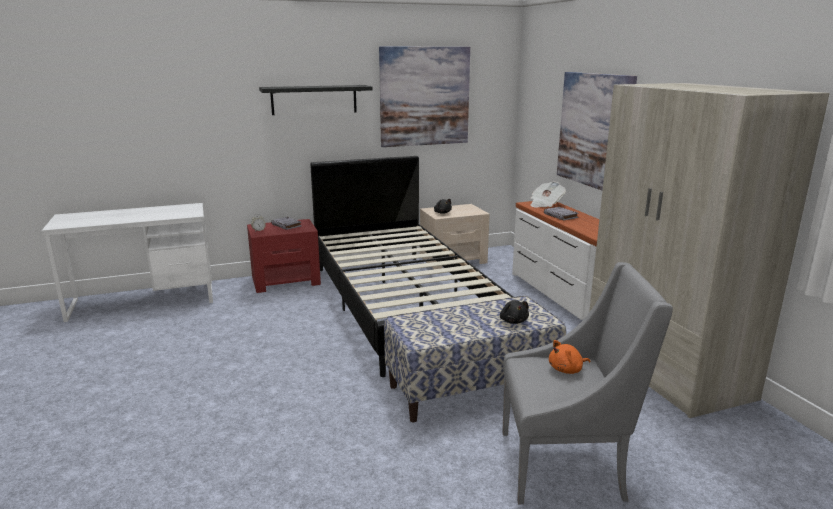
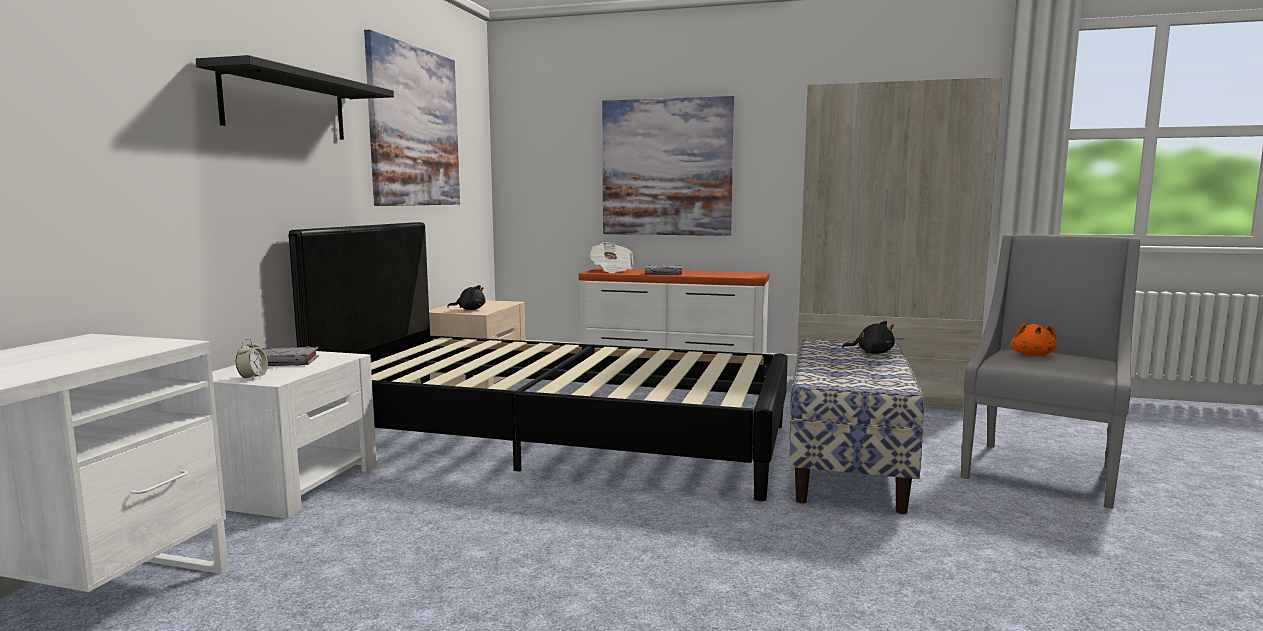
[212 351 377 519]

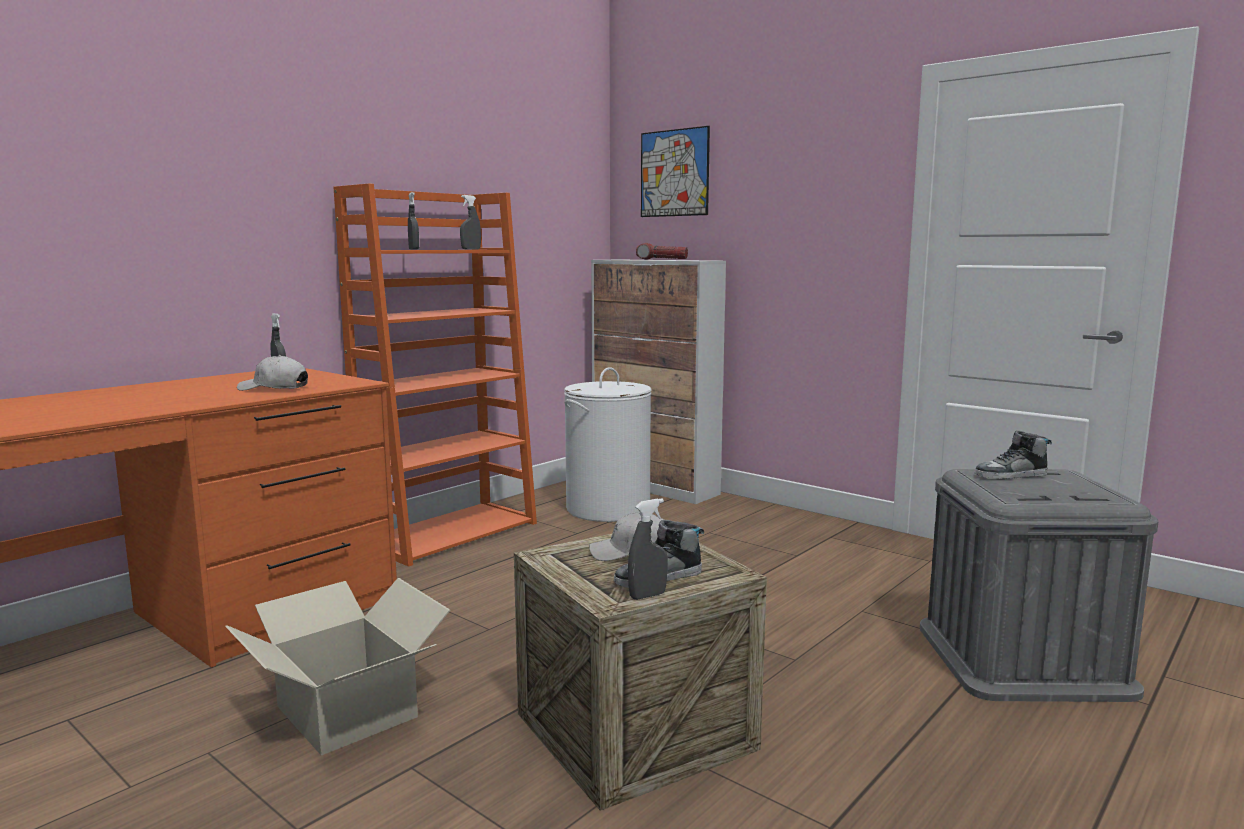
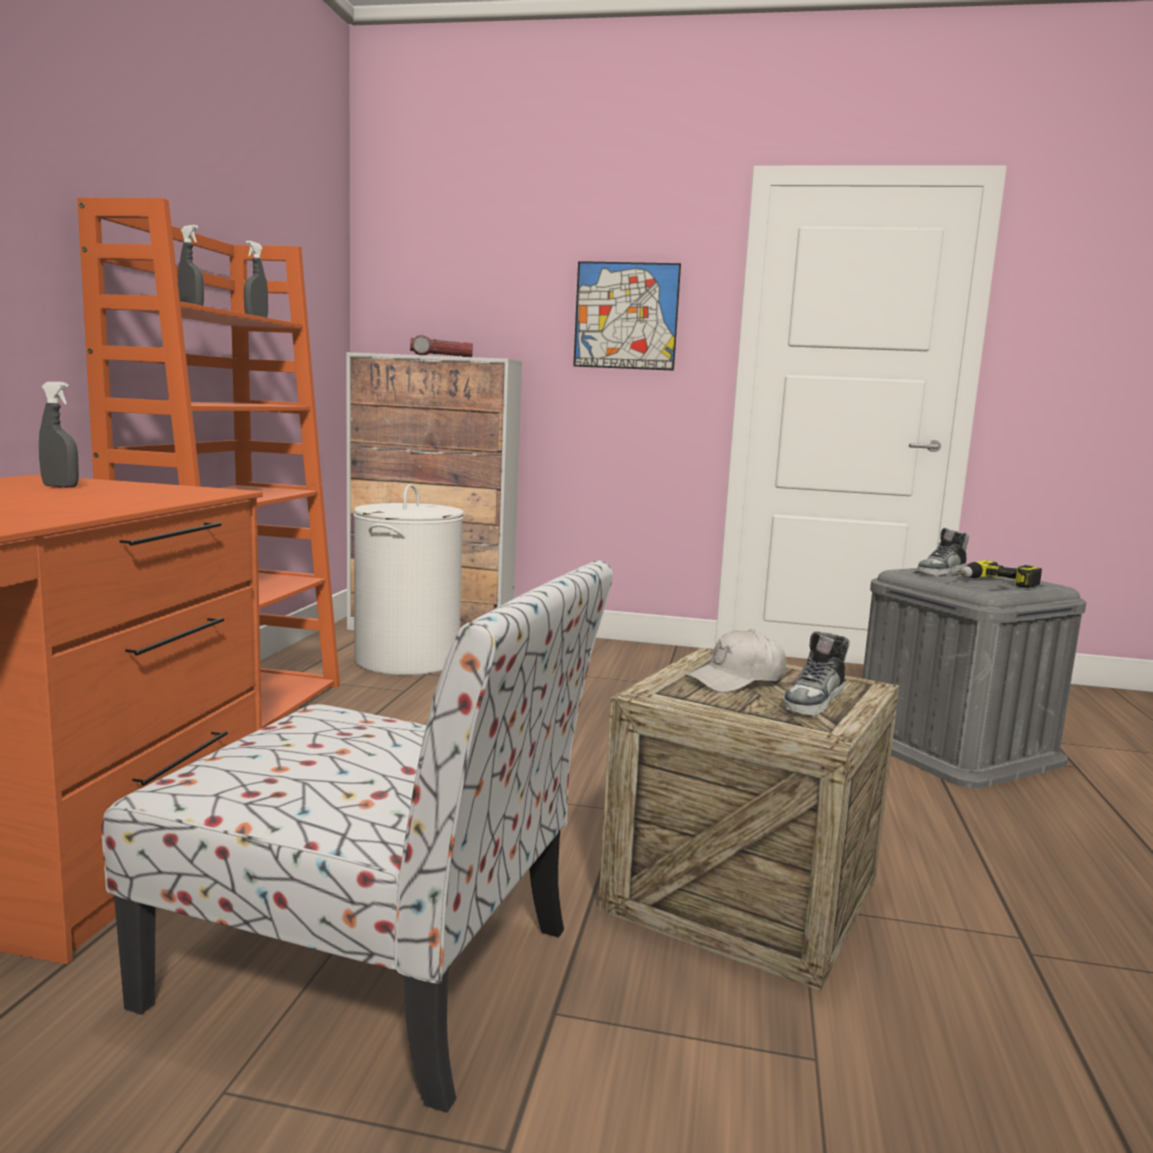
[237 355 308 391] (first image)
[628 498 668 600] (first image)
[952 560 1042 588]
[573 261 681 371]
[101 561 613 1113]

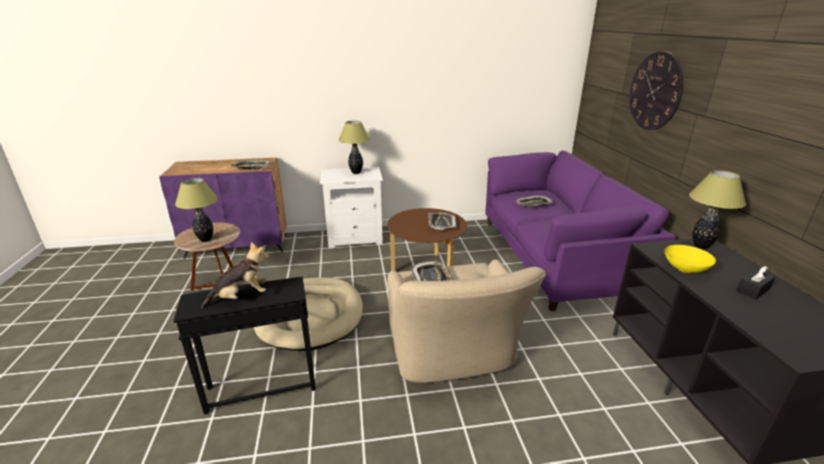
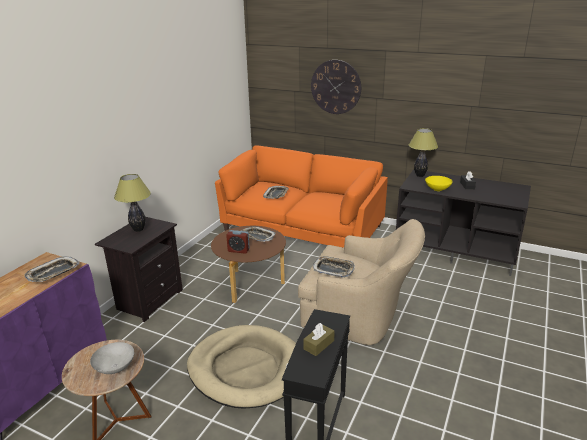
[226 230 250 254]
[90 342 134 374]
[303 323 335 356]
[95 217 183 322]
[215 145 388 248]

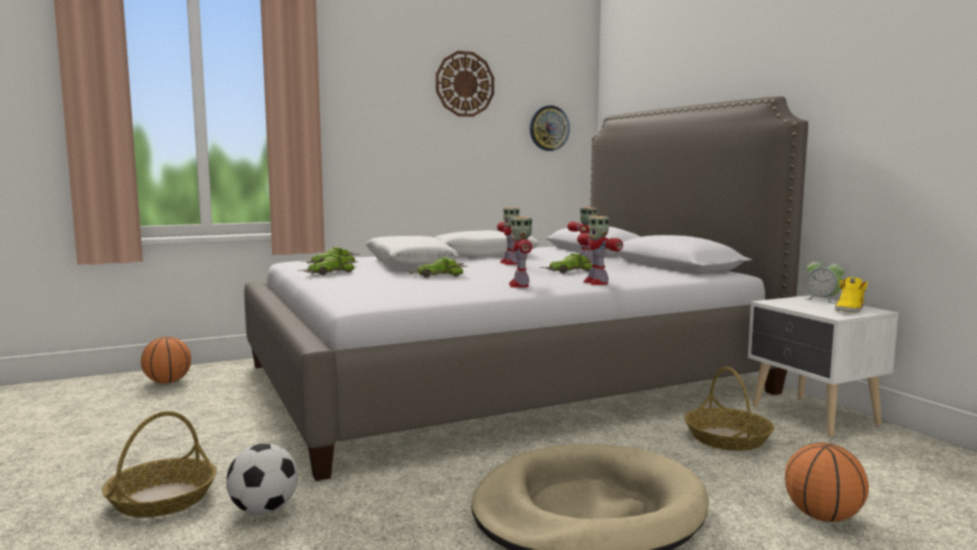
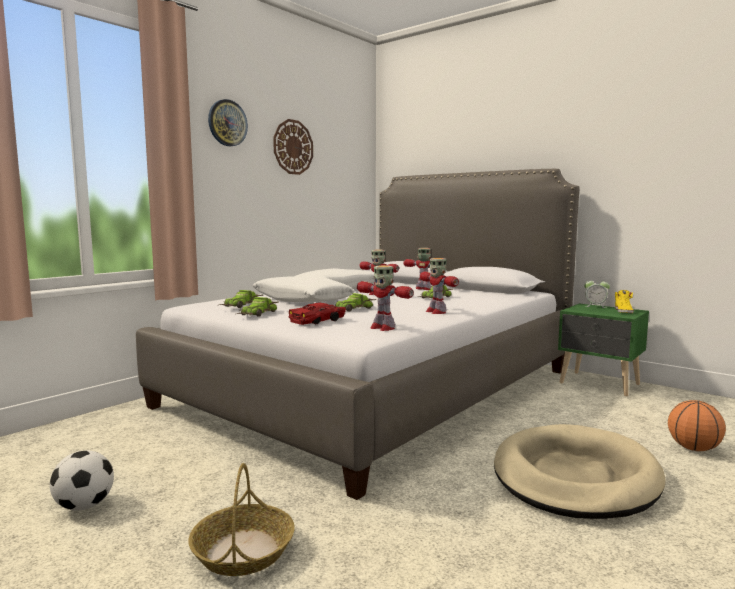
[141 337 191 384] (first image)
[685 367 774 451] (first image)
[289 302 346 325]
[50 450 114 511]
[208 99 248 146]
[357 265 414 331]
[558 304 649 396]

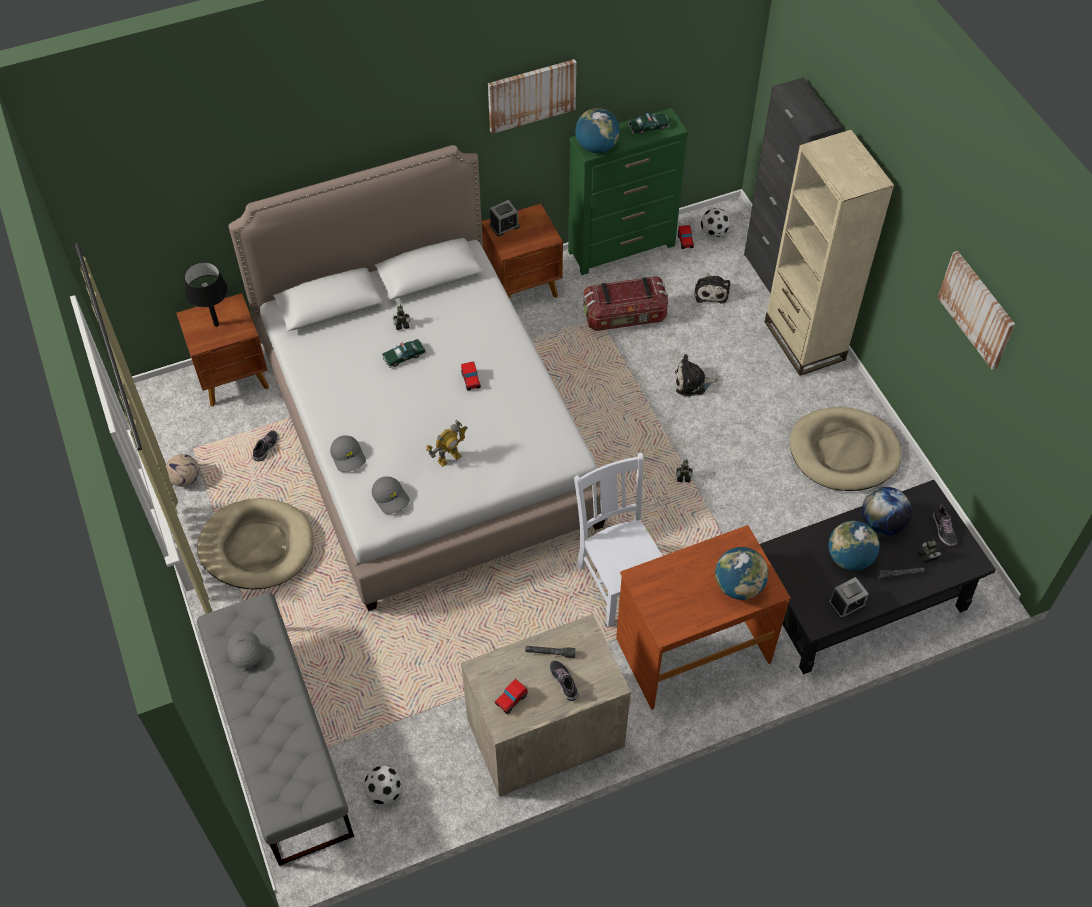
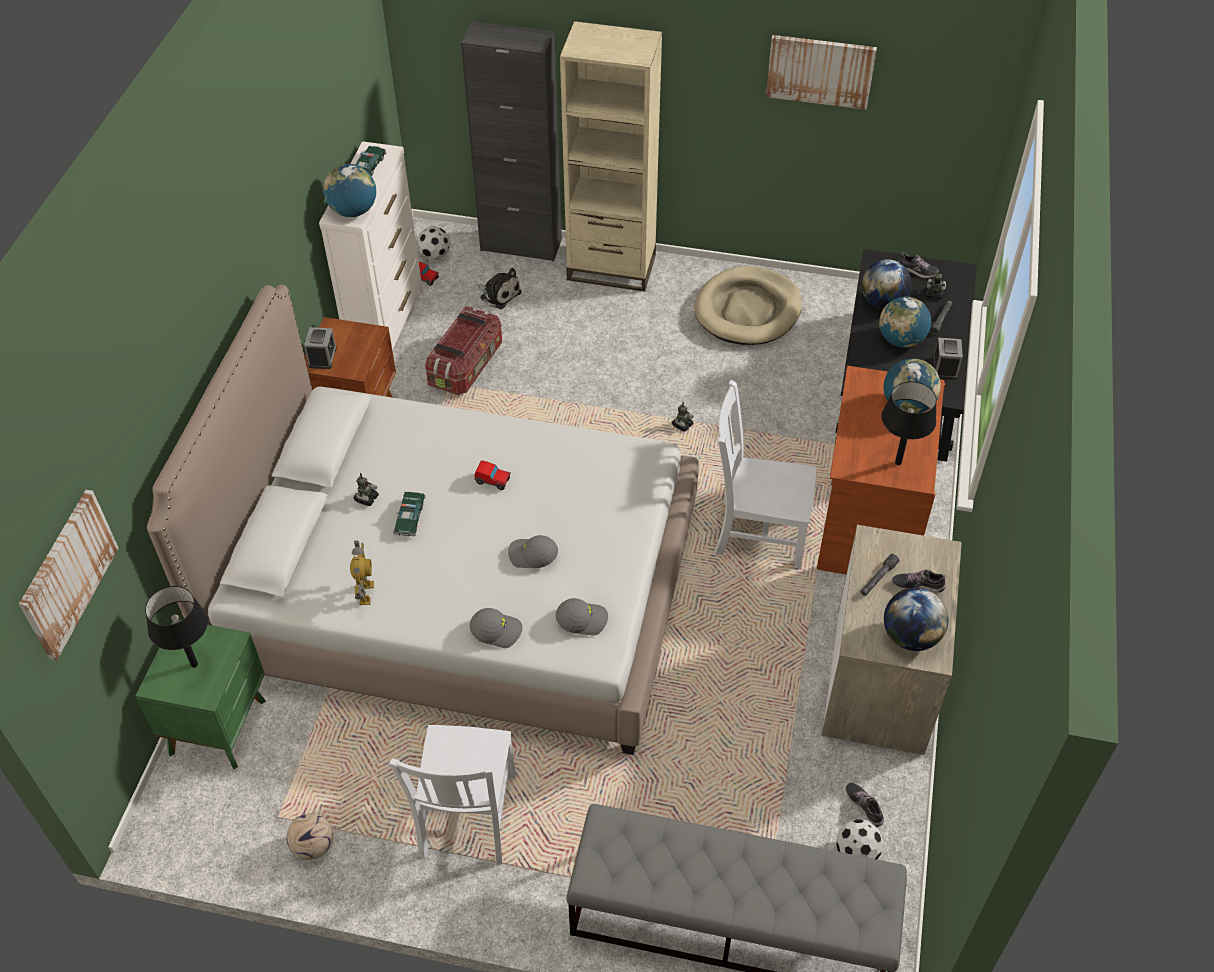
[675 354 718 397] (first image)
[881 381 937 465]
[508 535 558 568]
[845 783 884 827]
[350 541 374 605]
[19 490 118 660]
[389 725 516 865]
[884 588 948 651]
[135 619 266 769]
[319 141 422 351]

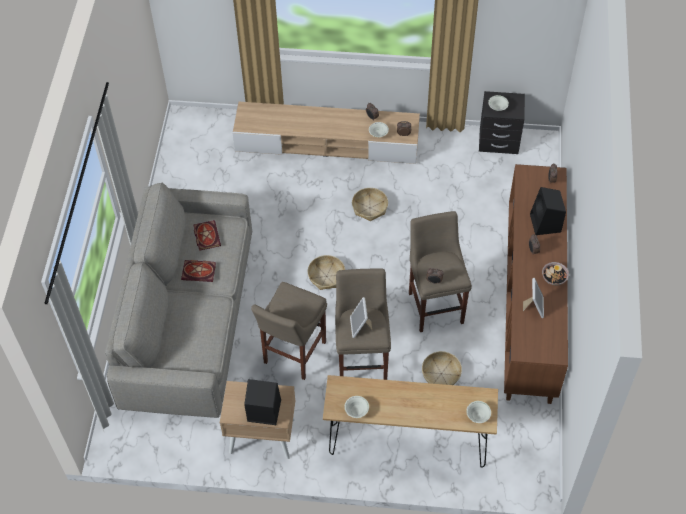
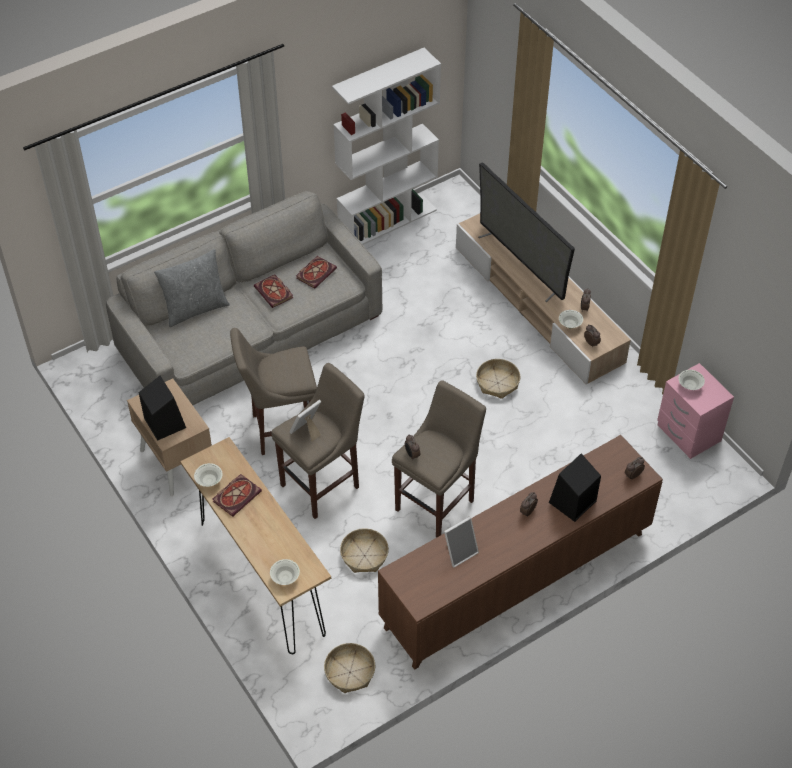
[542 262 569 285] (first image)
[154 249 230 327]
[213 474 262 517]
[332 48 441 245]
[478 162 575 302]
[324 643 375 693]
[657 363 734 459]

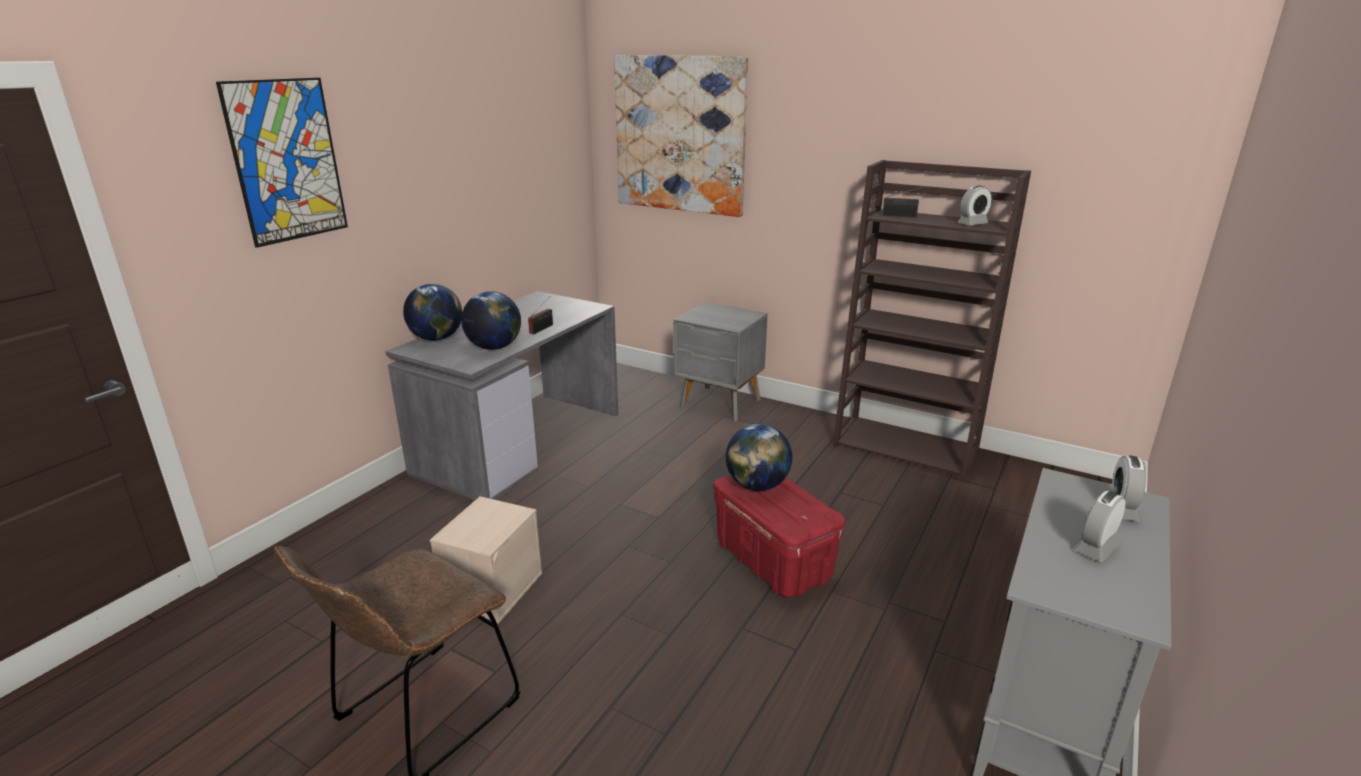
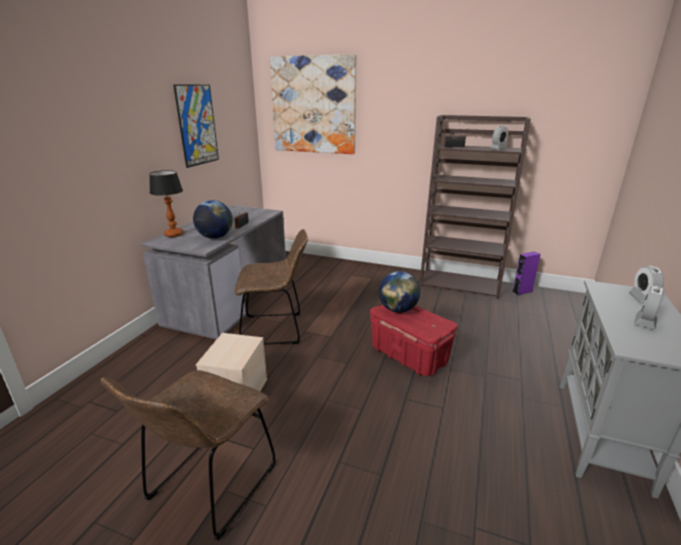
[673 302 768 422] (first image)
[235 229 308 345]
[512 252 541 295]
[173 84 219 168]
[149 170 183 237]

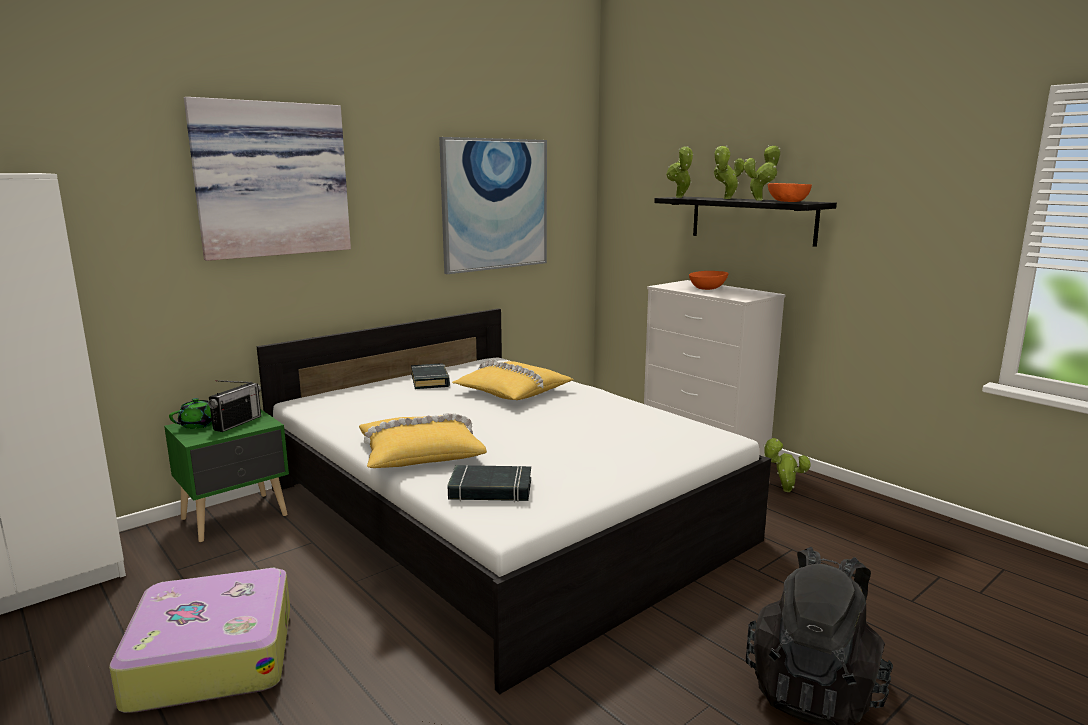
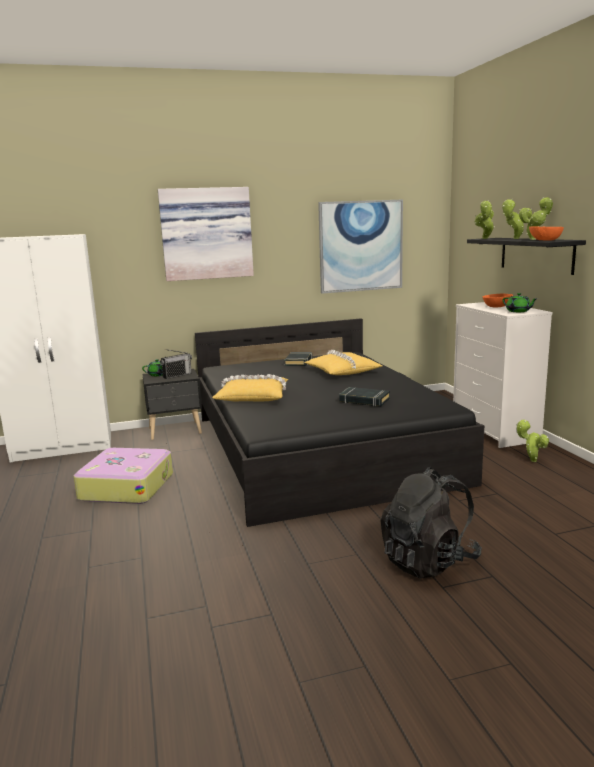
[503 293 538 312]
[339 387 390 406]
[142 369 202 440]
[195 318 484 527]

